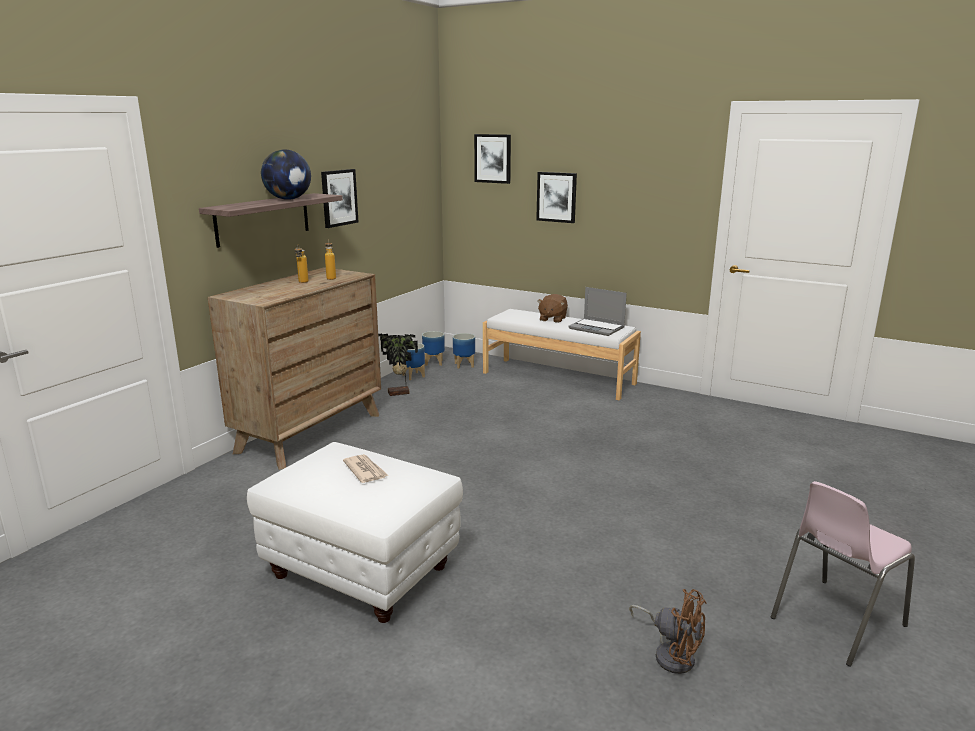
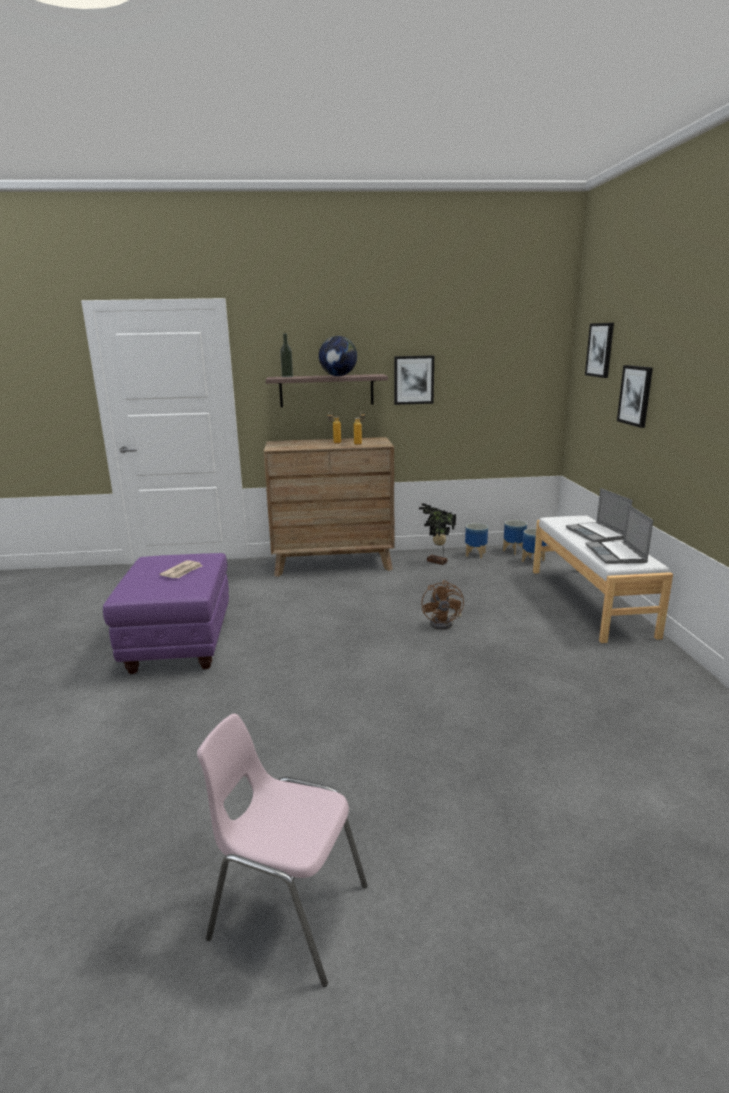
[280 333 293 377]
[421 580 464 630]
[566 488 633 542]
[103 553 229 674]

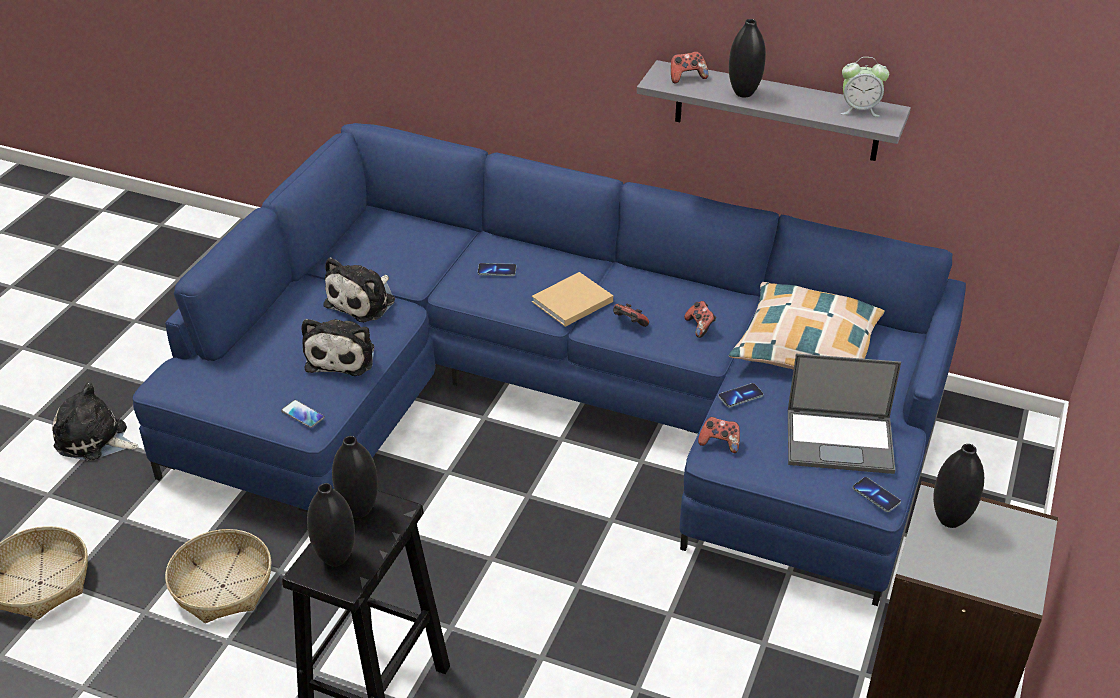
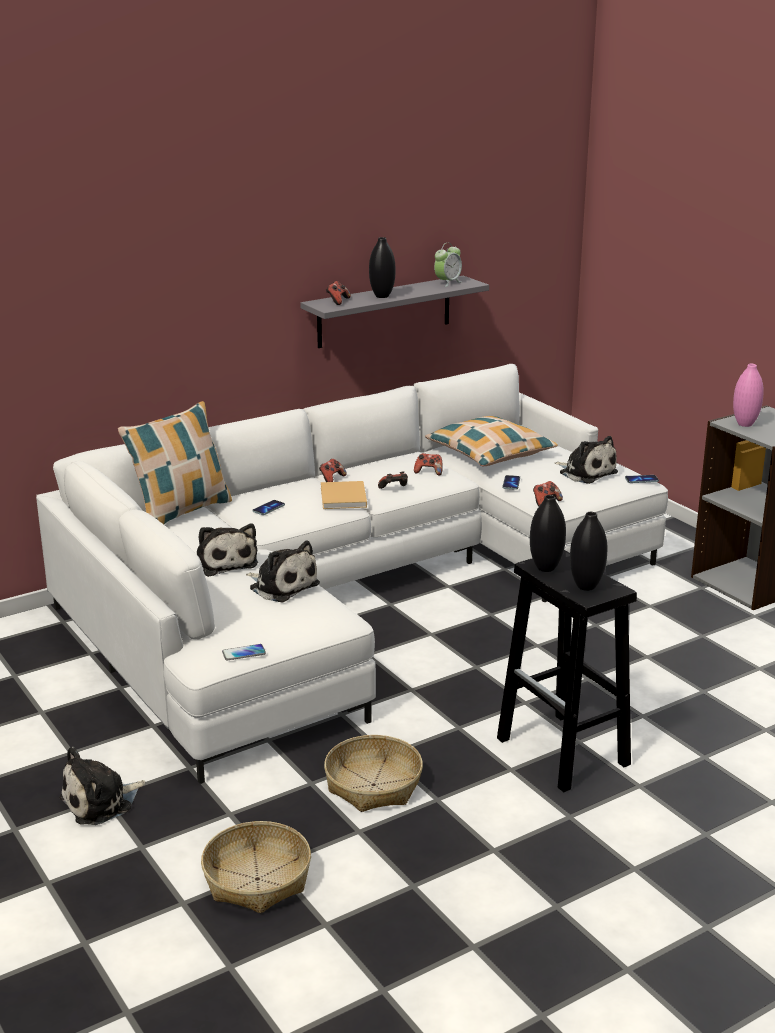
[118 401 232 524]
[319 459 347 482]
[222 644 266 661]
[555 436 618 484]
[36 364 668 784]
[733 364 764 427]

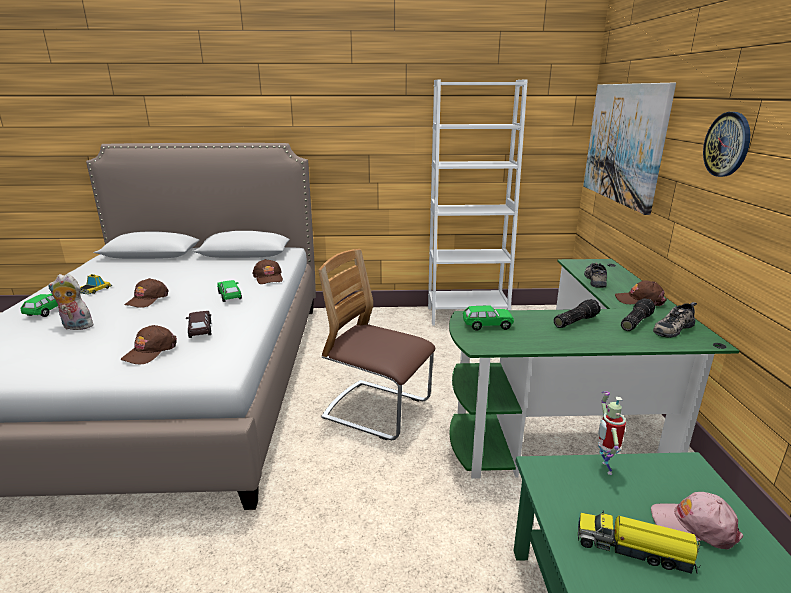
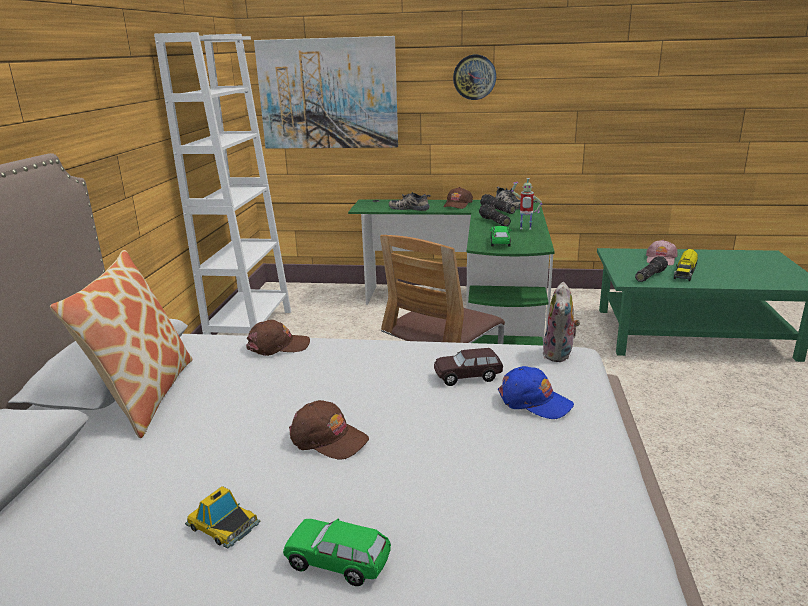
[217 280 242 302] (first image)
[50 250 193 438]
[635 256 668 282]
[542 282 580 362]
[511 178 542 230]
[498 366 574 419]

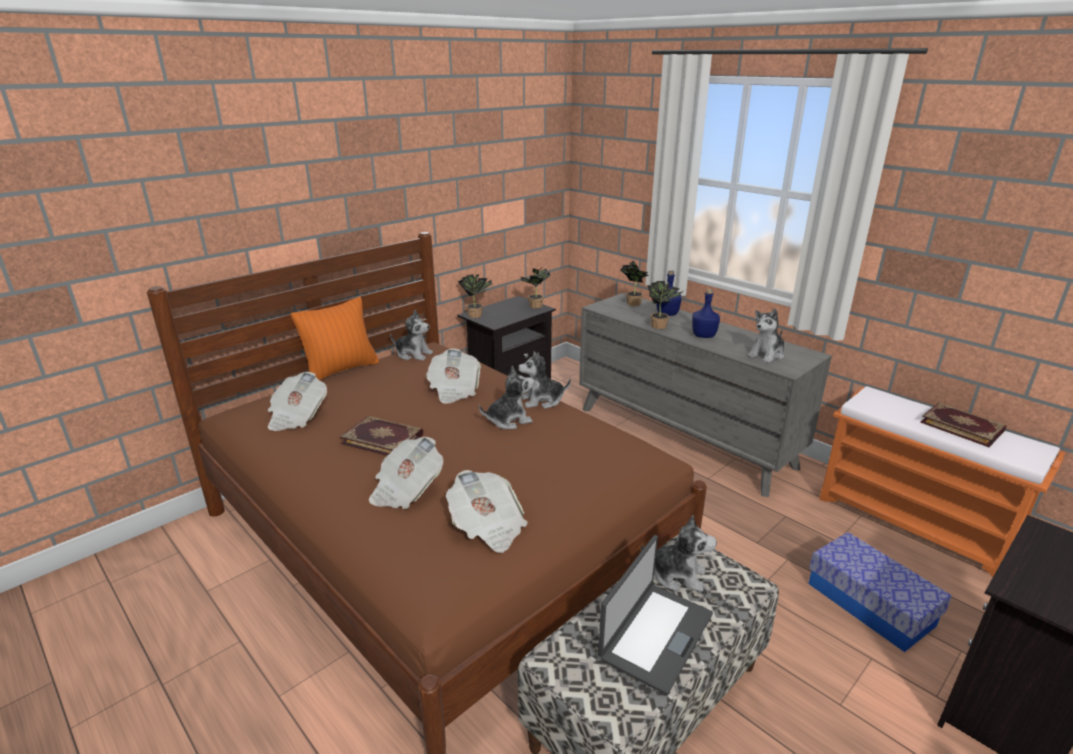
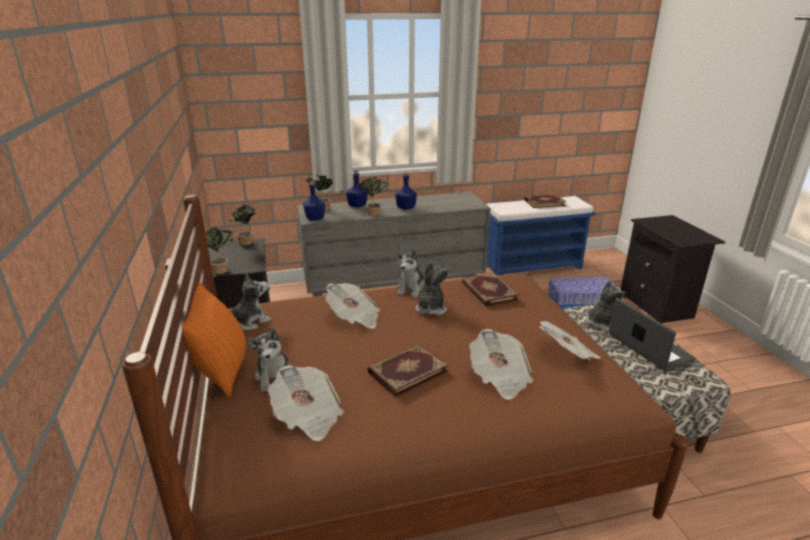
[303 181 325 221]
[462 272 519 306]
[248 328 290 392]
[486 196 596 275]

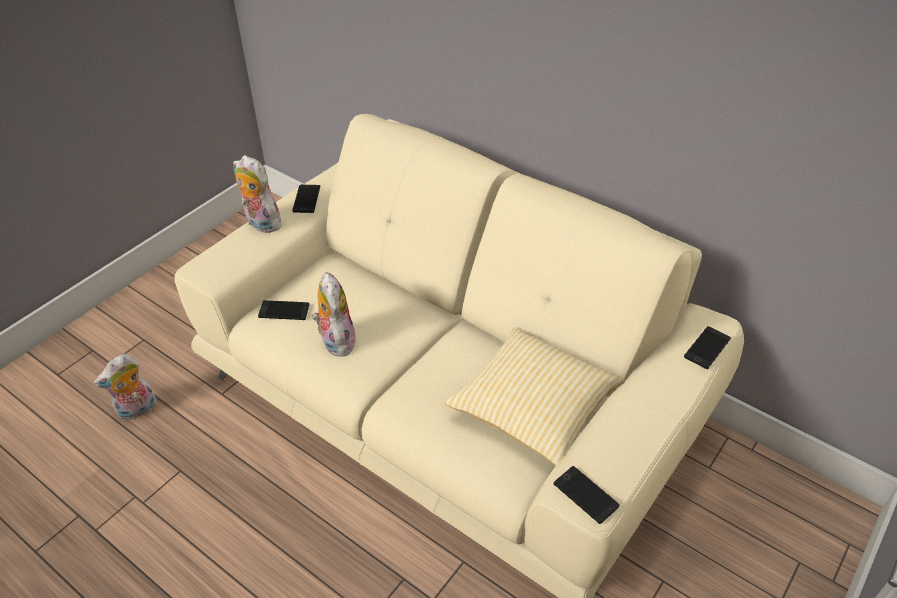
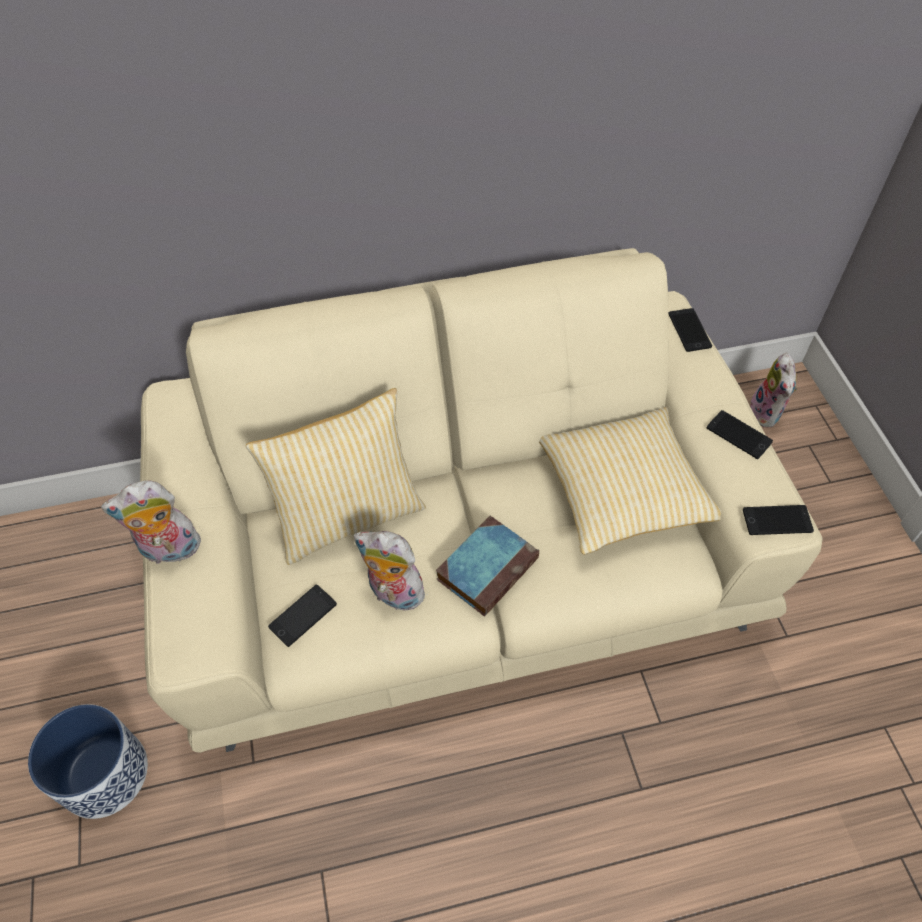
[28 704 148 819]
[246 388 426 565]
[436 516 539 616]
[750 353 797 428]
[707 410 773 459]

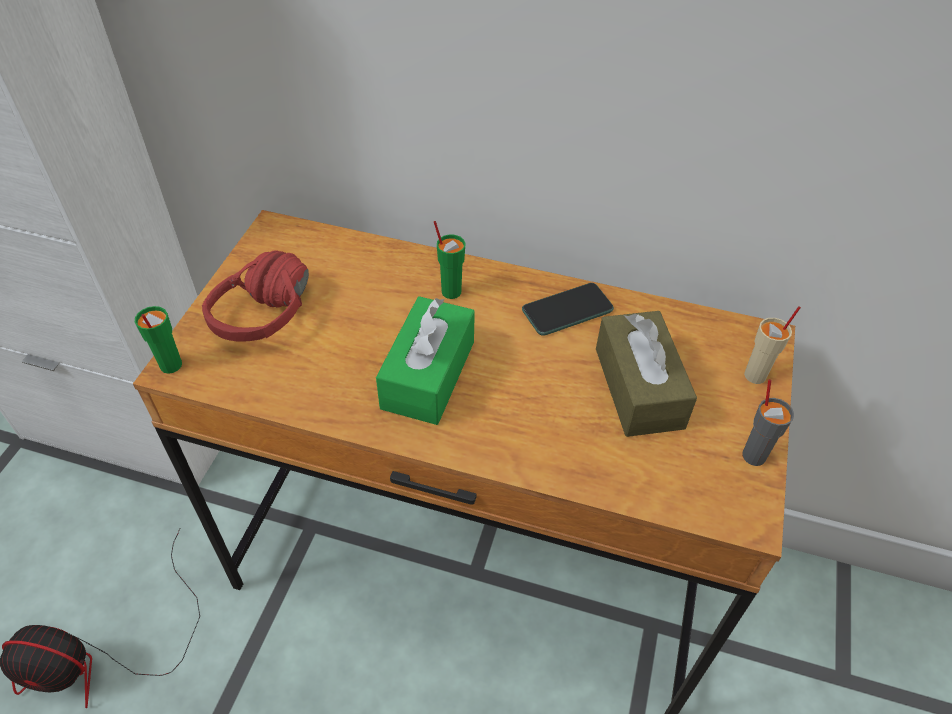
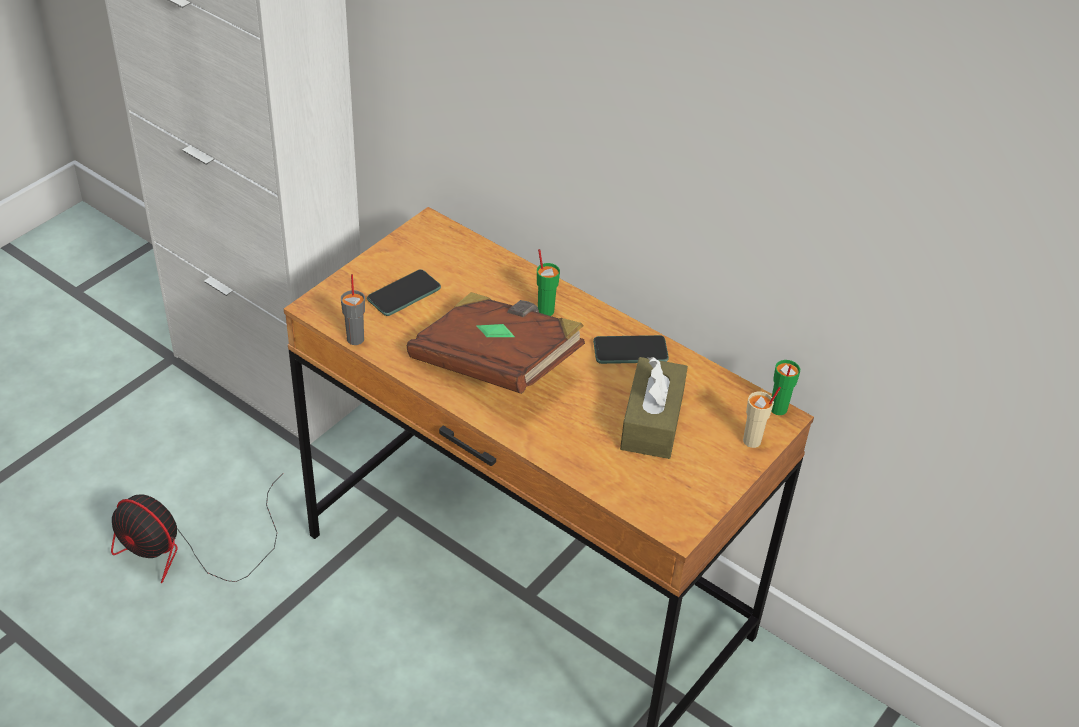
[771 360 800 415]
[341 274 365 345]
[367 269 441 316]
[407 292 585 394]

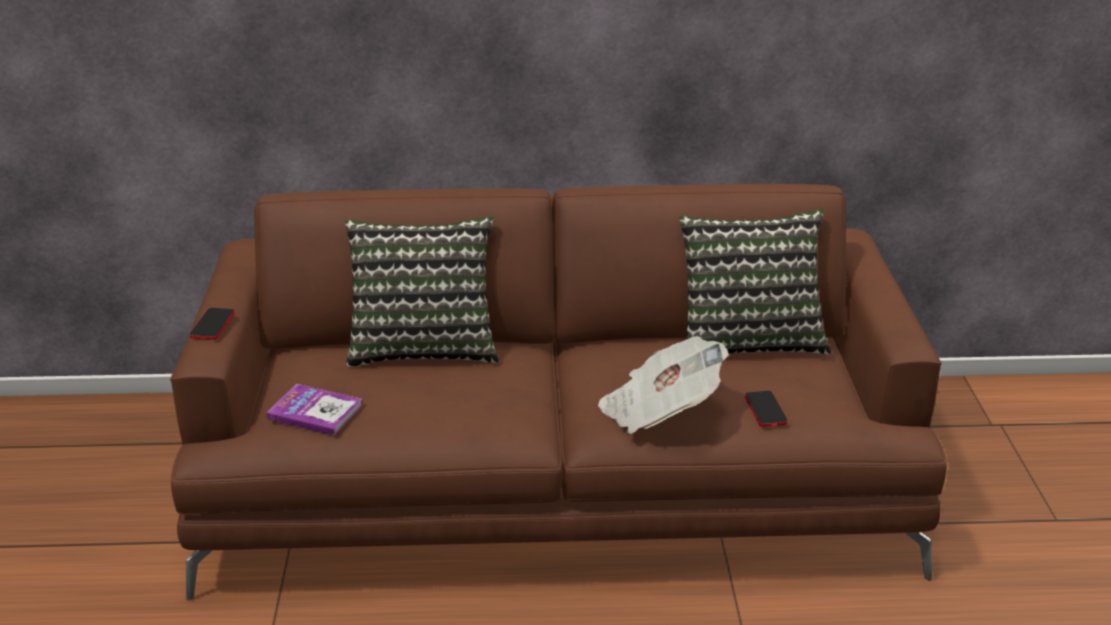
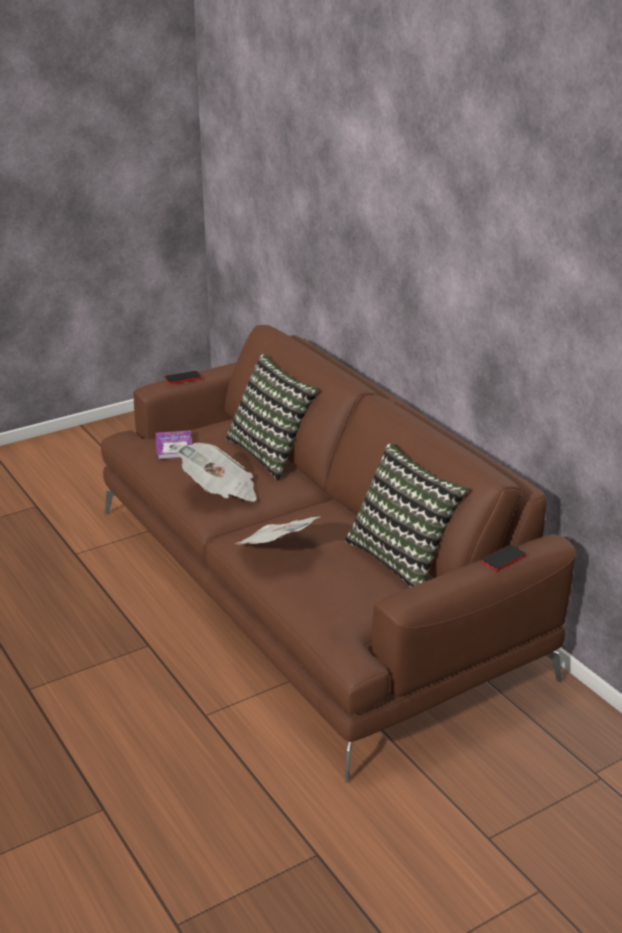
[177 443 257 502]
[481 545 526 571]

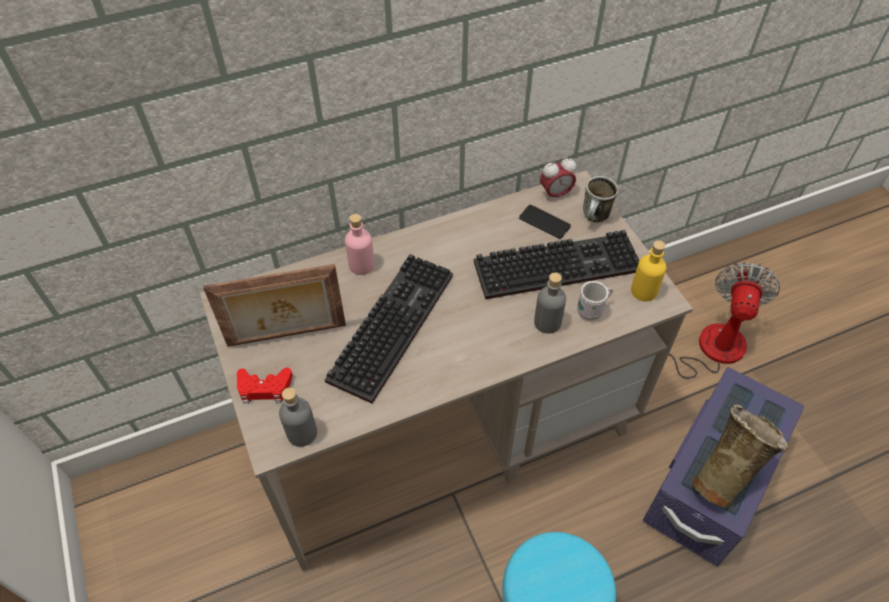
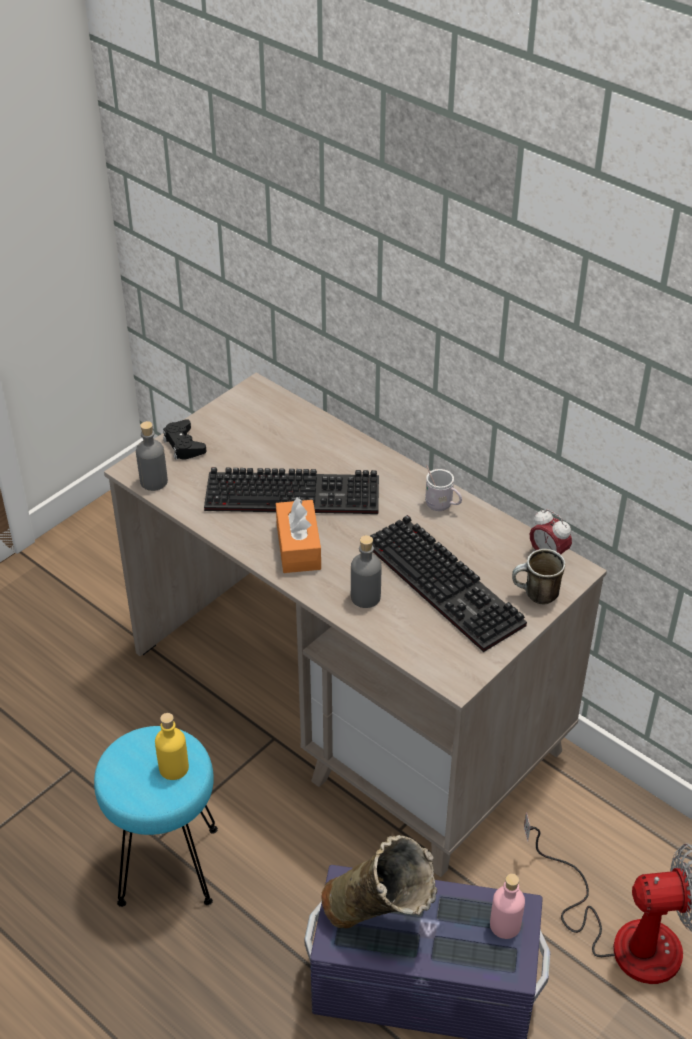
[203 264 346 347] (first image)
[519 205 571 239] (first image)
[276 497 321 573]
[490 874 525 939]
[425 465 462 511]
[155 713 189 780]
[163 419 206 460]

